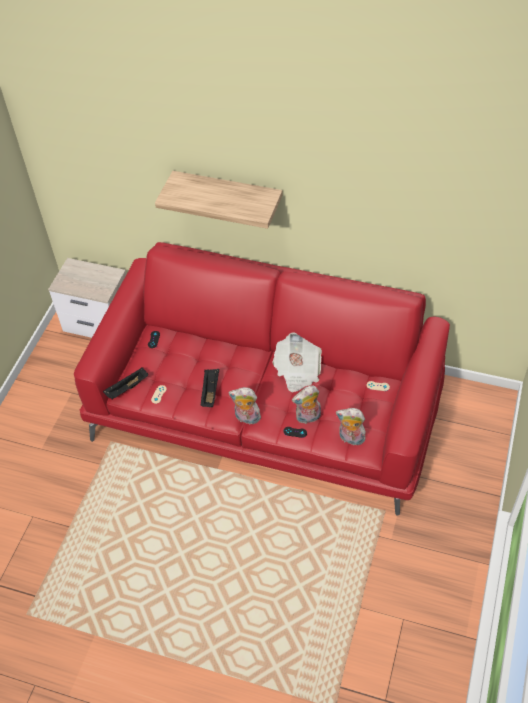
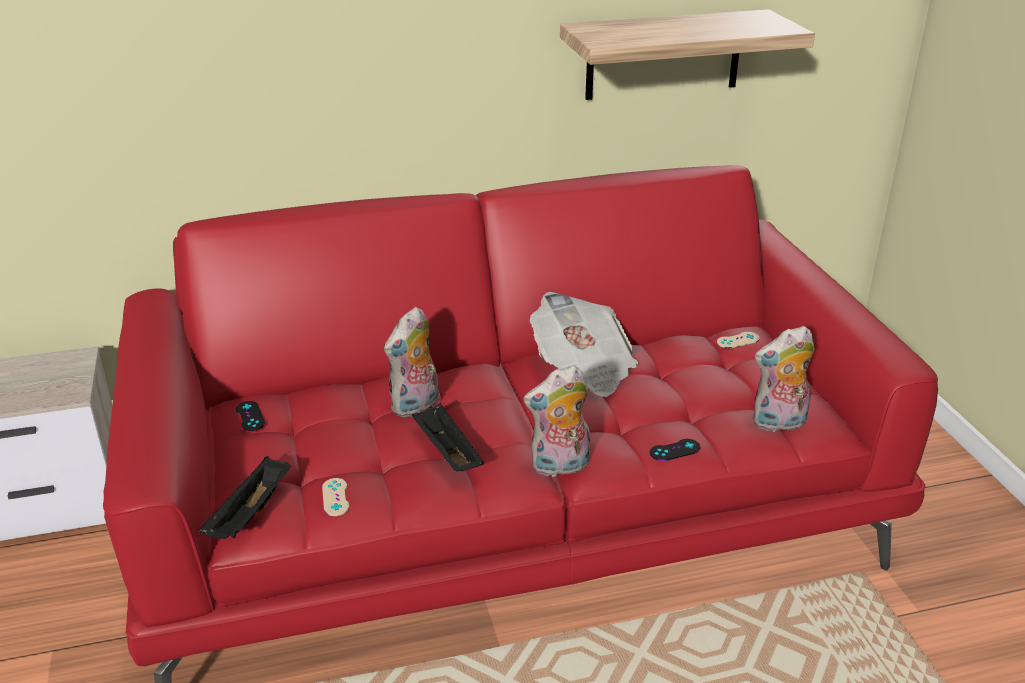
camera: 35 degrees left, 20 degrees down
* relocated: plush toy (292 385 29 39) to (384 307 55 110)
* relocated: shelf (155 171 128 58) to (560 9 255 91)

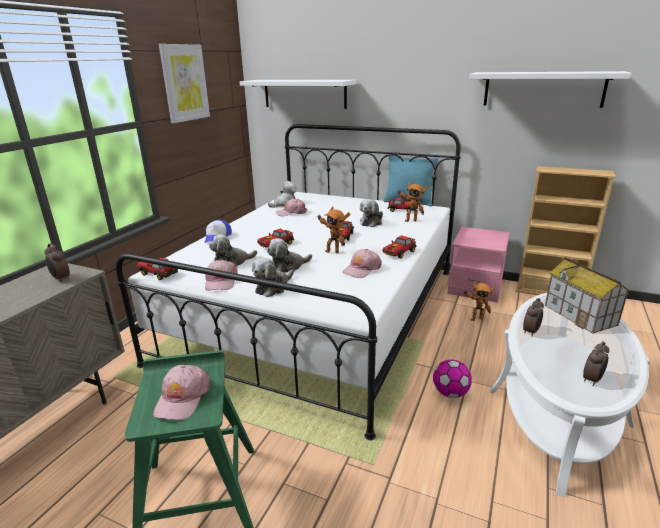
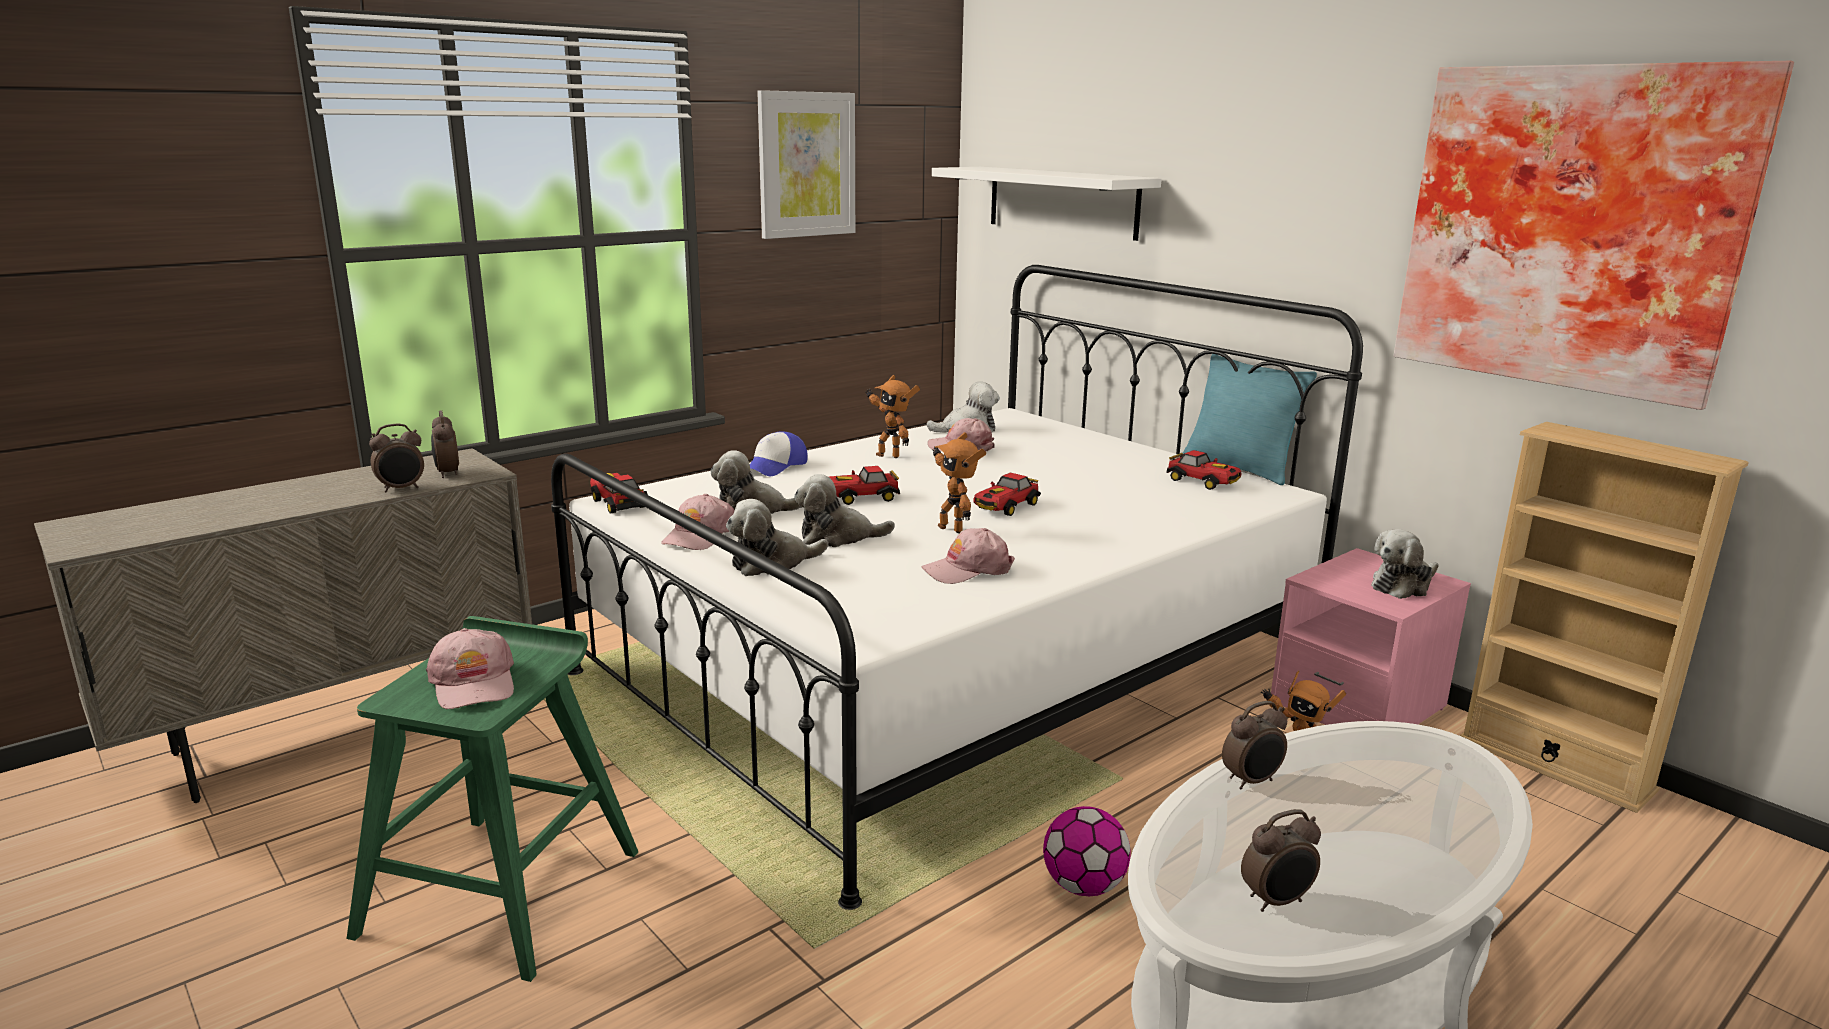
camera: 25 degrees right, 5 degrees down
* appeared: alarm clock (369 424 55 68)
* spun: pink cap (153 365 57 55) = (426 628 88 81) 60 degrees counterclockwise
* relocated: toy robot (398 182 30 40) to (865 375 55 83)
* relocated: plush toy (360 199 23 28) to (1371 529 68 70)
* exchanged: white shelf (469 71 163 37) to picture (1393 61 401 349)
* missing: toy car (383 235 34 24)
* missing: toy house (545 257 85 77)

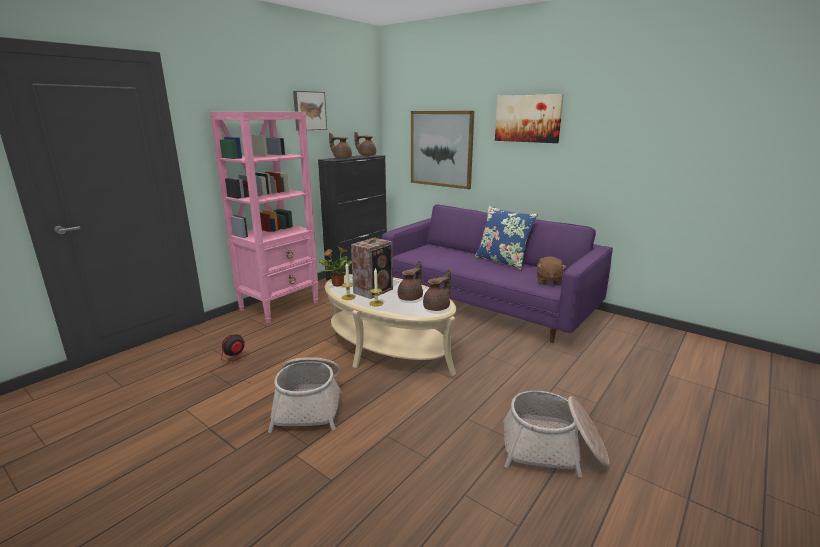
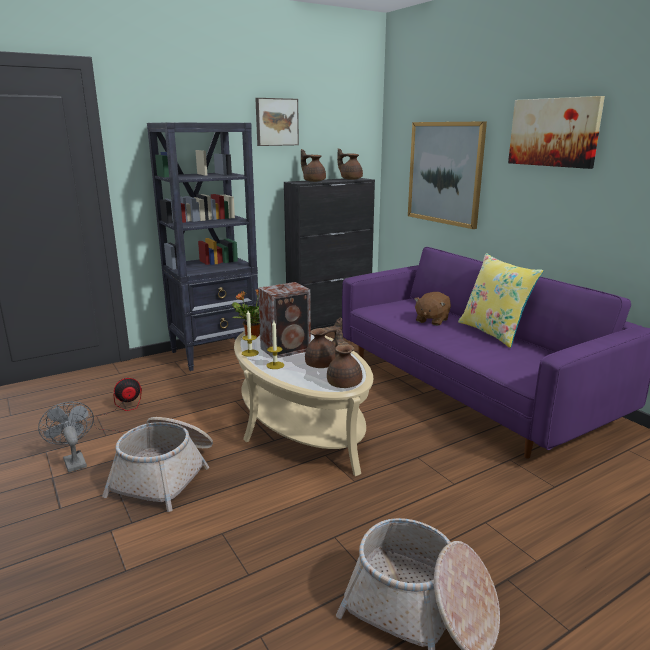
camera: 20 degrees right, 0 degrees up
* appeared: grey fan (38 402 56 71)
* colour: pink bookcase (210 112 108 211) to black bookcase (147 123 112 248)
* spun: brown teapot (423 269 28 42) = (327 329 35 59) 75 degrees counterclockwise
* relocated: brown plush toy (537 256 30 30) to (414 292 37 34)
* colour: blue pillow (474 206 64 64) to yellow pillow (458 253 86 95)

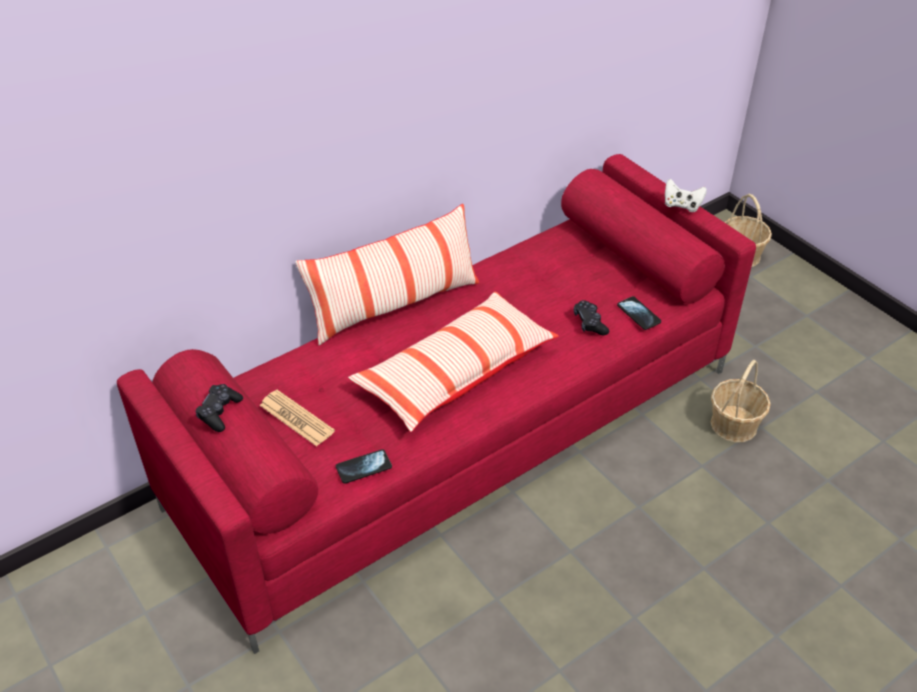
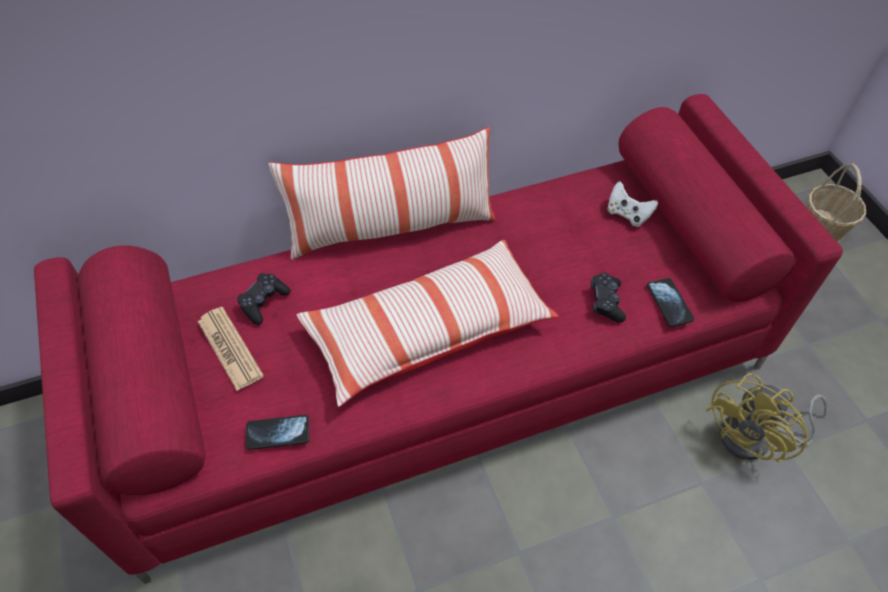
camera: 15 degrees right, 10 degrees up
* relocated: black game controller (195 384 48 48) to (237 273 54 52)
* relocated: white game controller (665 179 42 33) to (607 181 51 46)
* exchanged: basket (711 360 60 83) to yellow fan (705 373 123 89)

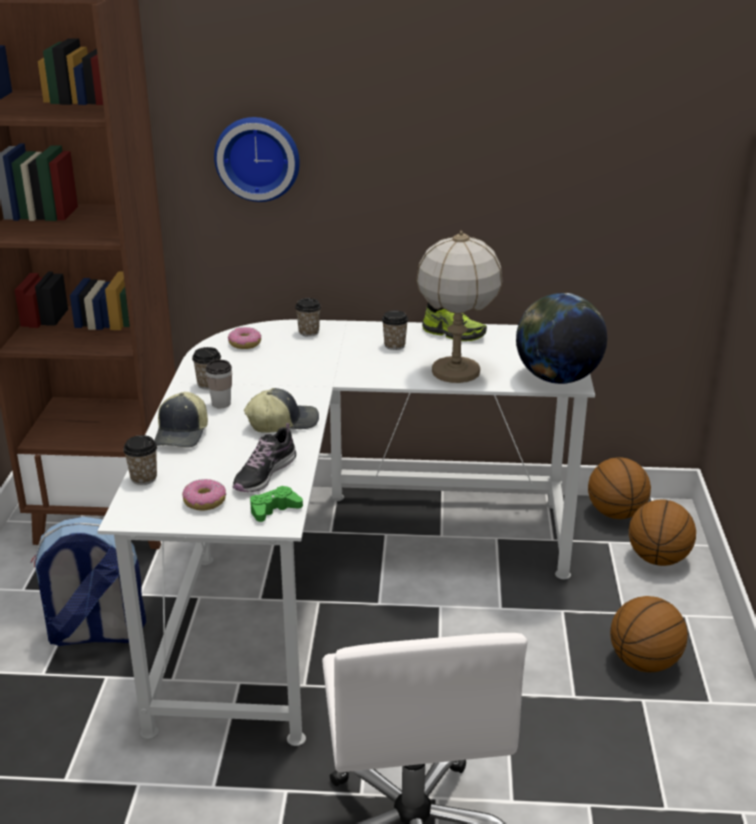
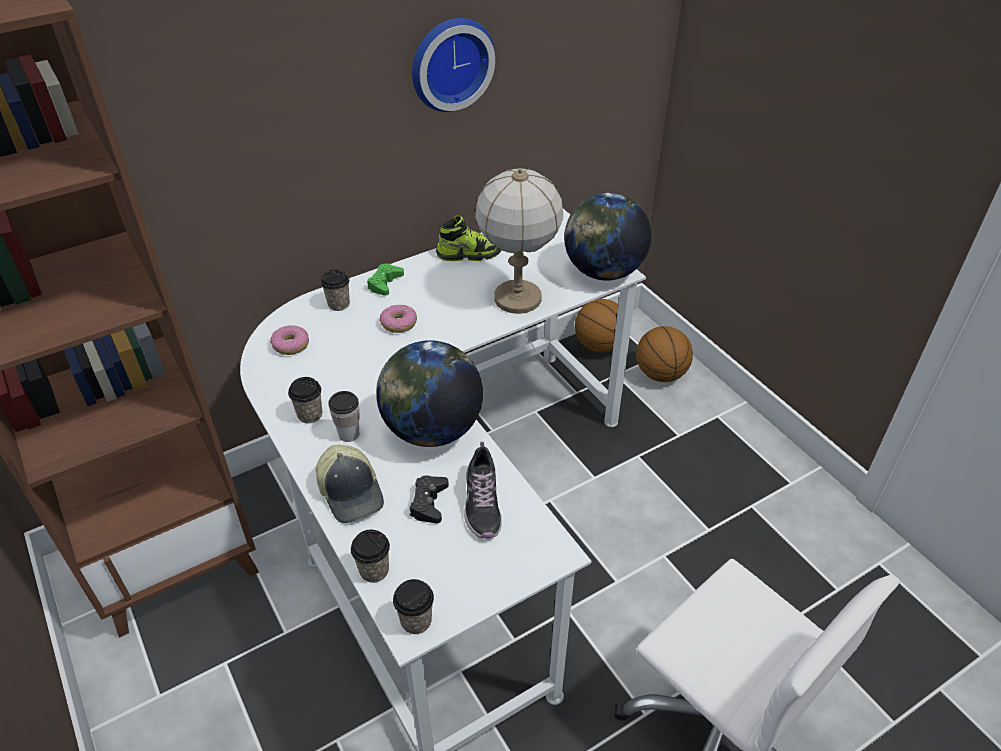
camera: 35 degrees left, 15 degrees up
* relocated: green game controller (250 486 53 36) to (367 263 37 33)
* exchanged: cap (244 388 75 45) to globe (376 340 107 107)
* relocated: donut (182 479 44 31) to (380 305 37 28)
* relocated: cup (382 310 26 40) to (393 579 41 55)
* appeared: black game controller (410 475 39 48)
* relocated: wall clock (214 117 86 85) to (412 18 83 94)
* missing: backpack (31 517 115 129)
* missing: basketball (610 596 78 76)

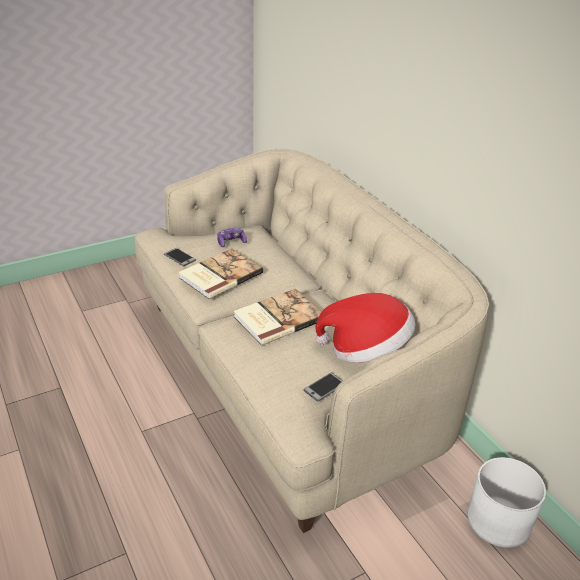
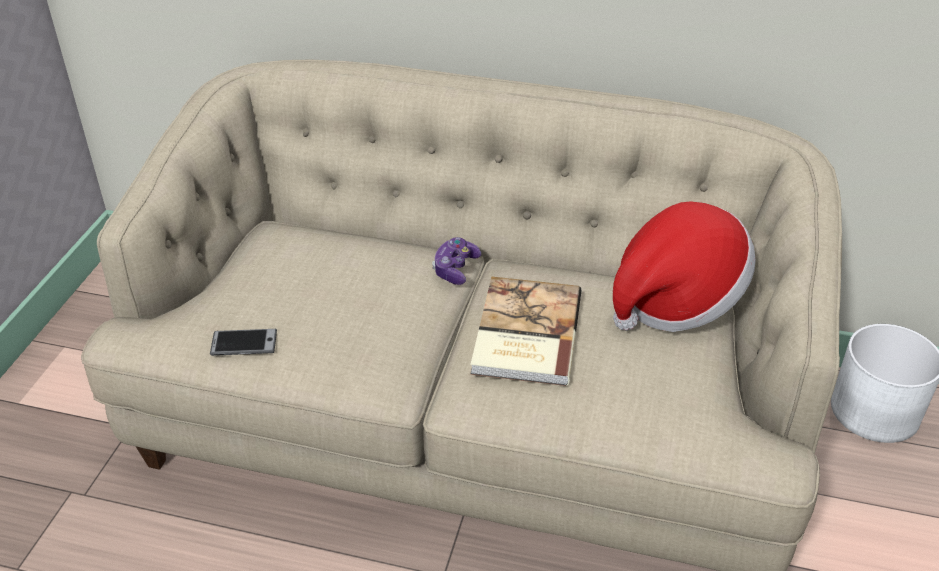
camera: 45 degrees left, 5 degrees up
* relocated: game controller (217 228 30 19) to (432 237 49 48)
* missing: book (179 248 84 51)
* missing: phone (303 372 40 30)

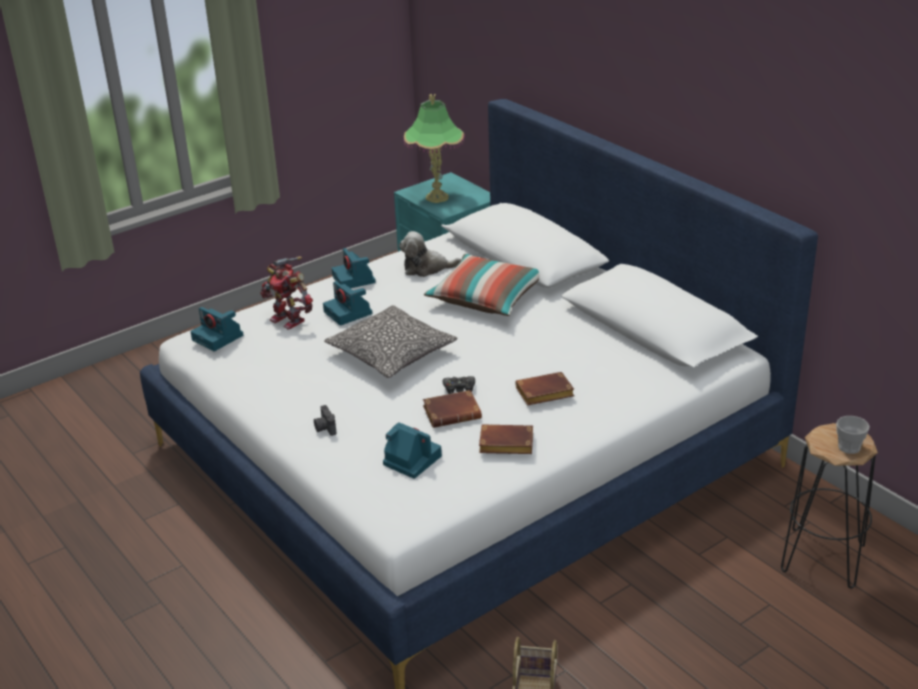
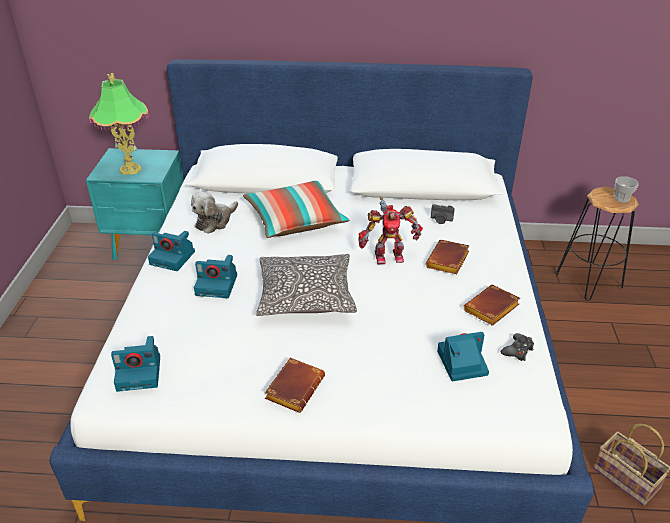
camera: 50 degrees left, 5 degrees up
* relocated: brown book (423 390 59 38) to (265 358 60 55)
* relocated: toy robot (260 256 53 74) to (358 196 65 68)
* relocated: photo camera (314 405 23 31) to (431 204 24 20)
* relocated: black game controller (443 376 32 18) to (501 333 33 28)

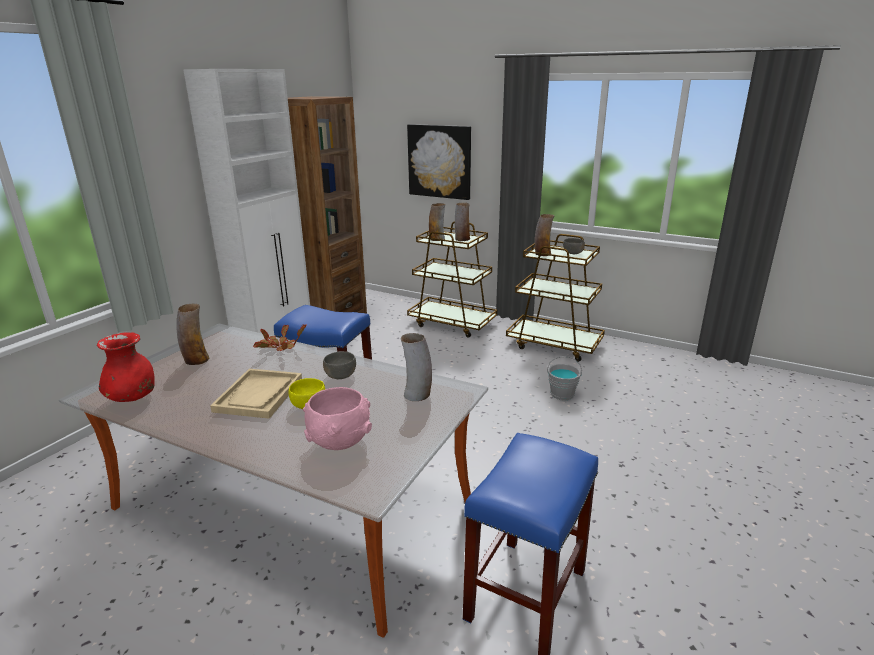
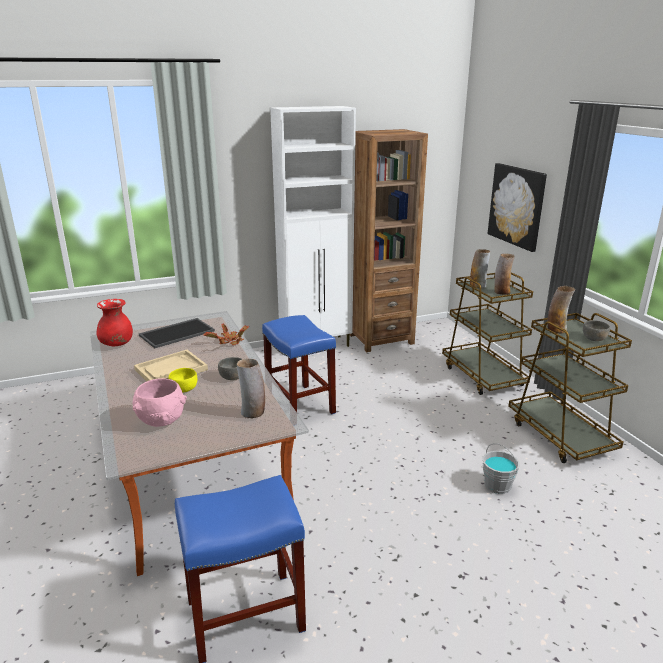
camera: 40 degrees right, 0 degrees up
* exchanged: vase (176 303 33 62) to tray (139 318 76 30)

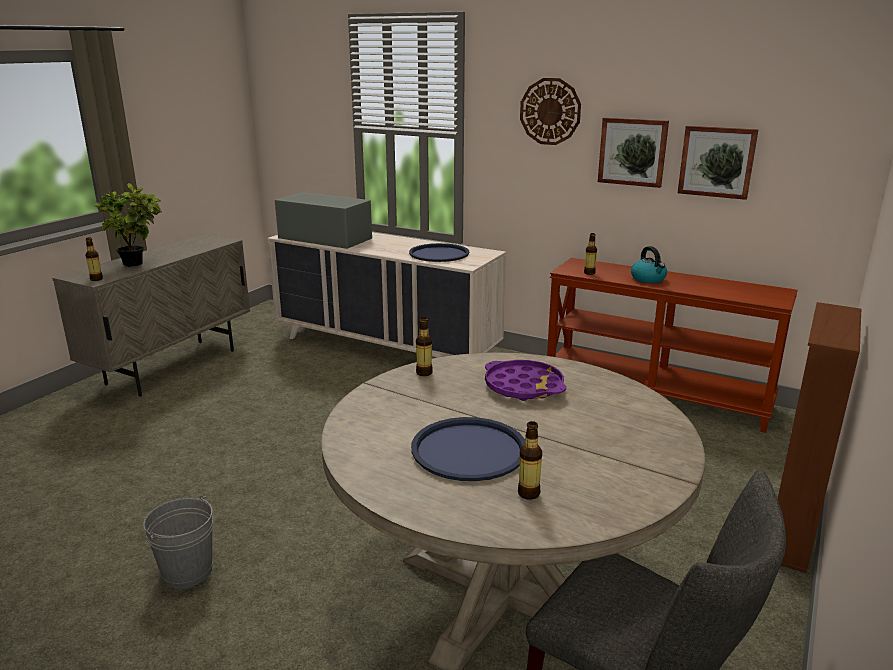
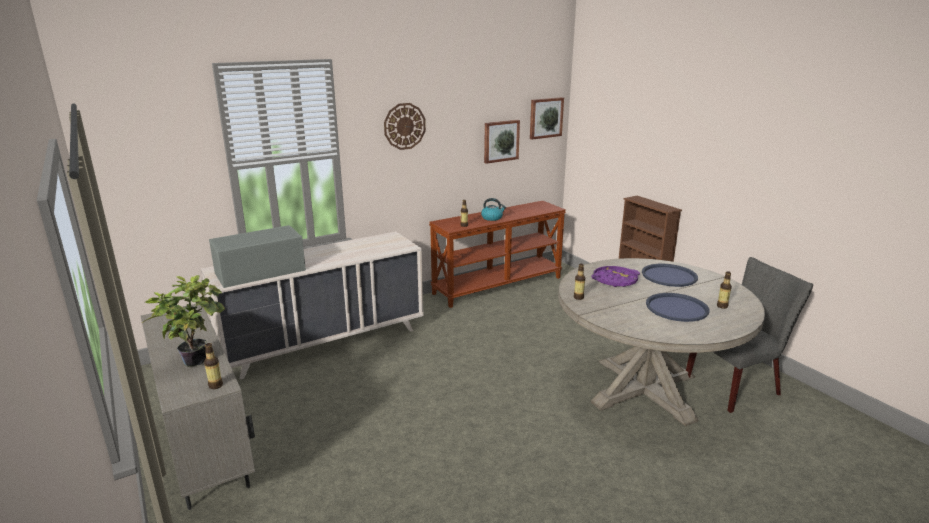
camera: 60 degrees left, 0 degrees up
* relocated: picture (598 117 71 71) to (530 97 34 43)
* relocated: blue tray (409 243 61 19) to (642 264 56 23)
* missing: grey bucket (143 495 70 93)

